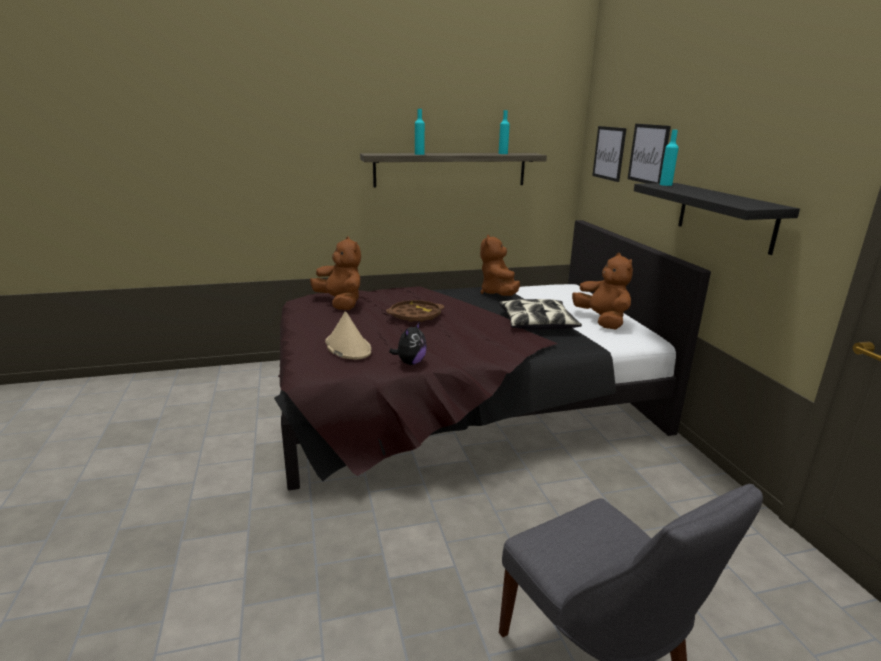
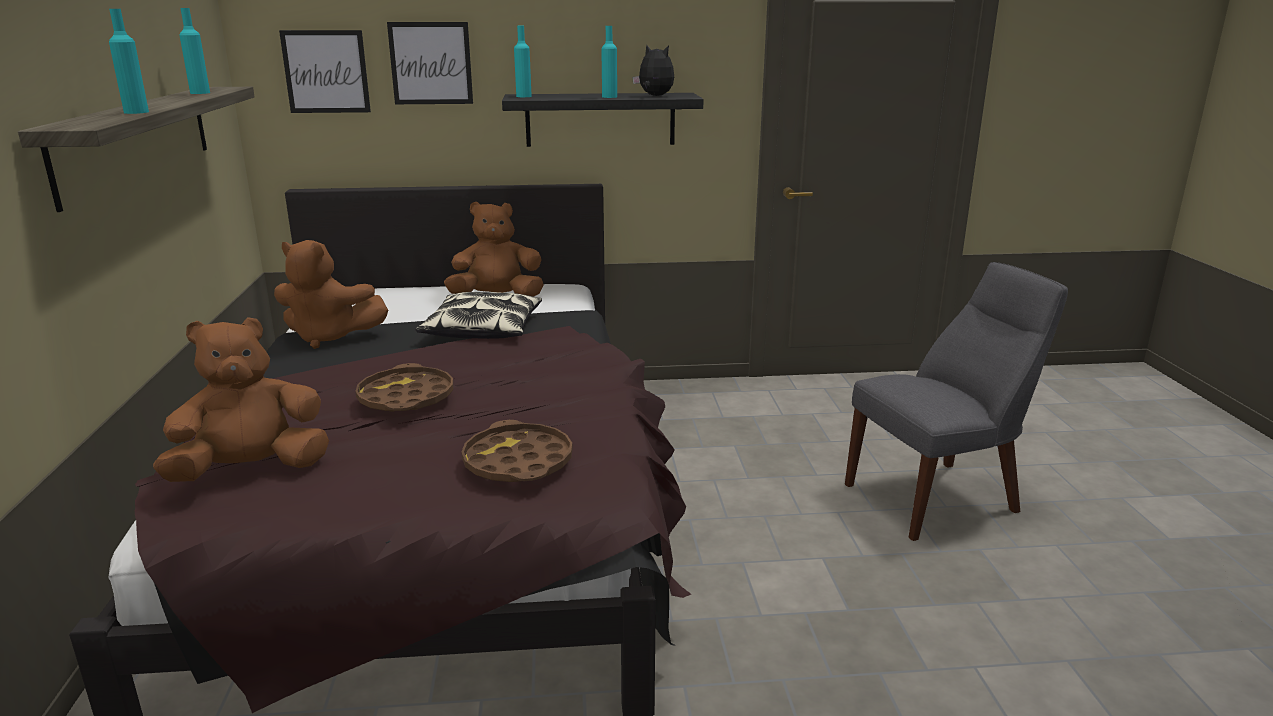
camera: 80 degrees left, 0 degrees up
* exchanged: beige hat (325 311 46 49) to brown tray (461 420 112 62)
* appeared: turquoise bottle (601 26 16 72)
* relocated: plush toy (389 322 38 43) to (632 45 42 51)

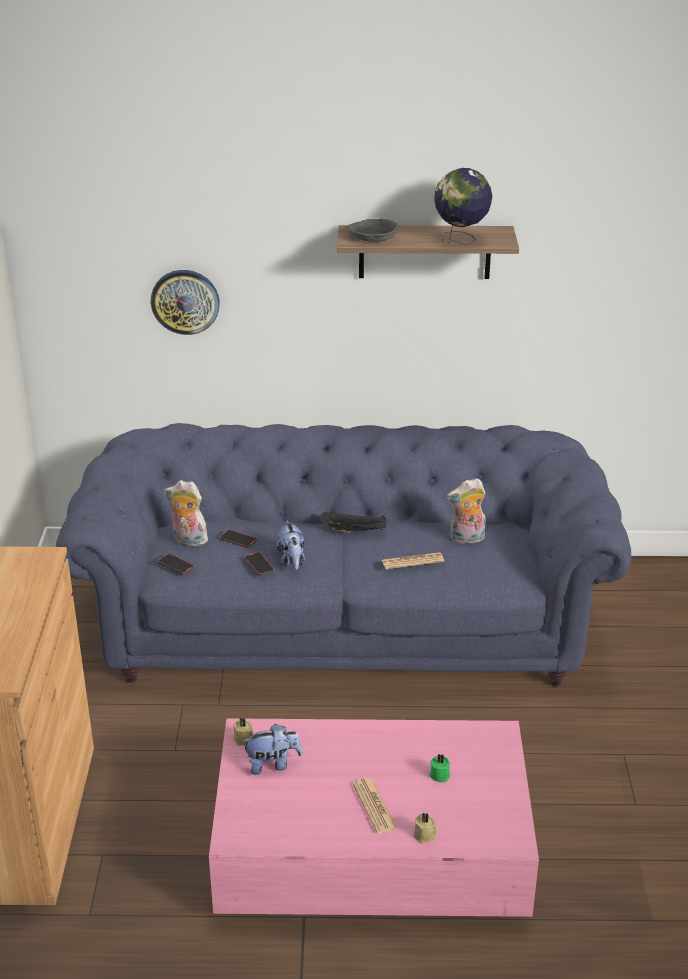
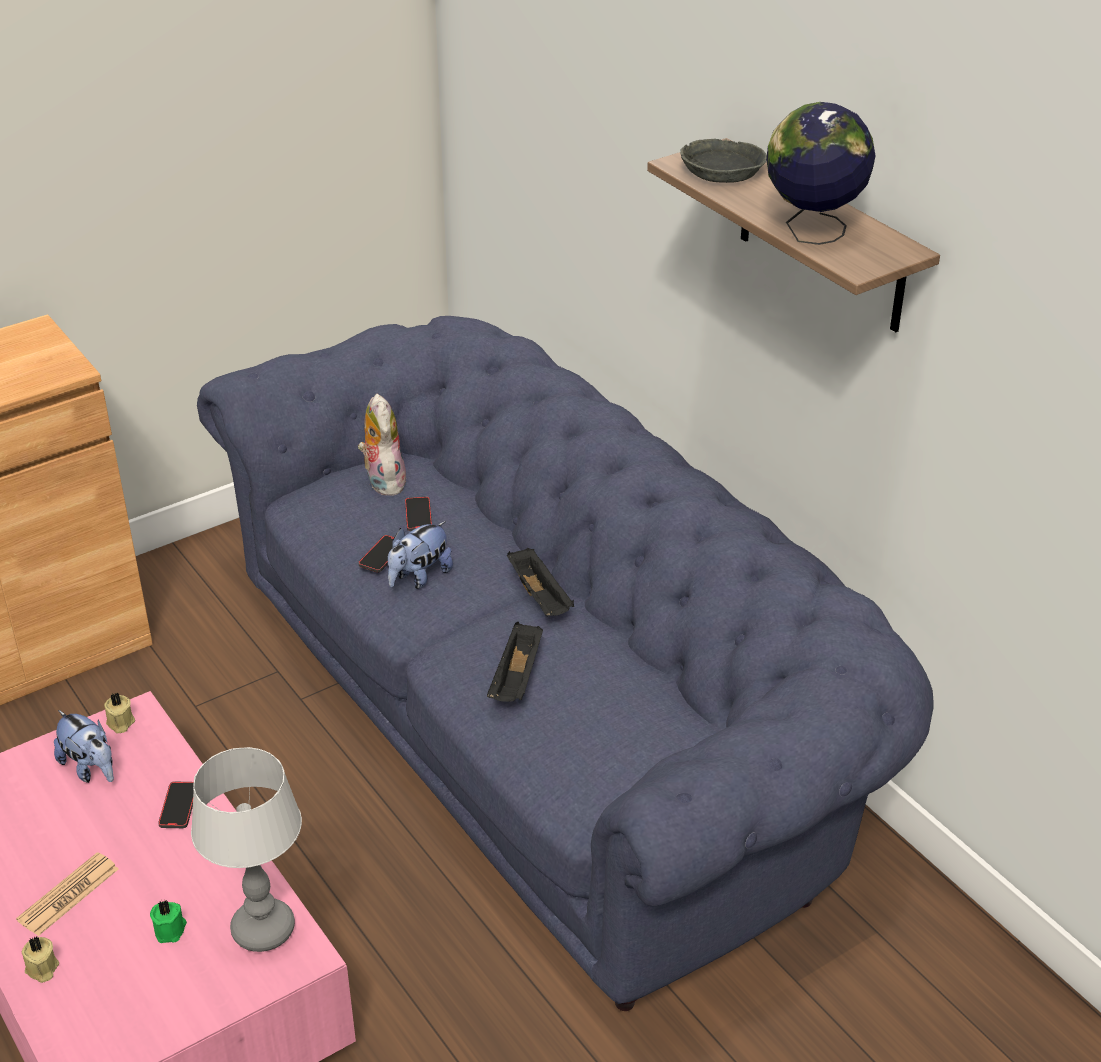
camera: 55 degrees right, 5 degrees up
* relocated: phone (158 554 36 21) to (158 781 36 47)
* appeared: table lamp (191 747 111 205)
* exchanged: newspaper (382 552 62 17) to black tray (487 622 56 80)
* missing: wall clock (151 270 69 65)
* missing: plush toy (446 478 40 66)

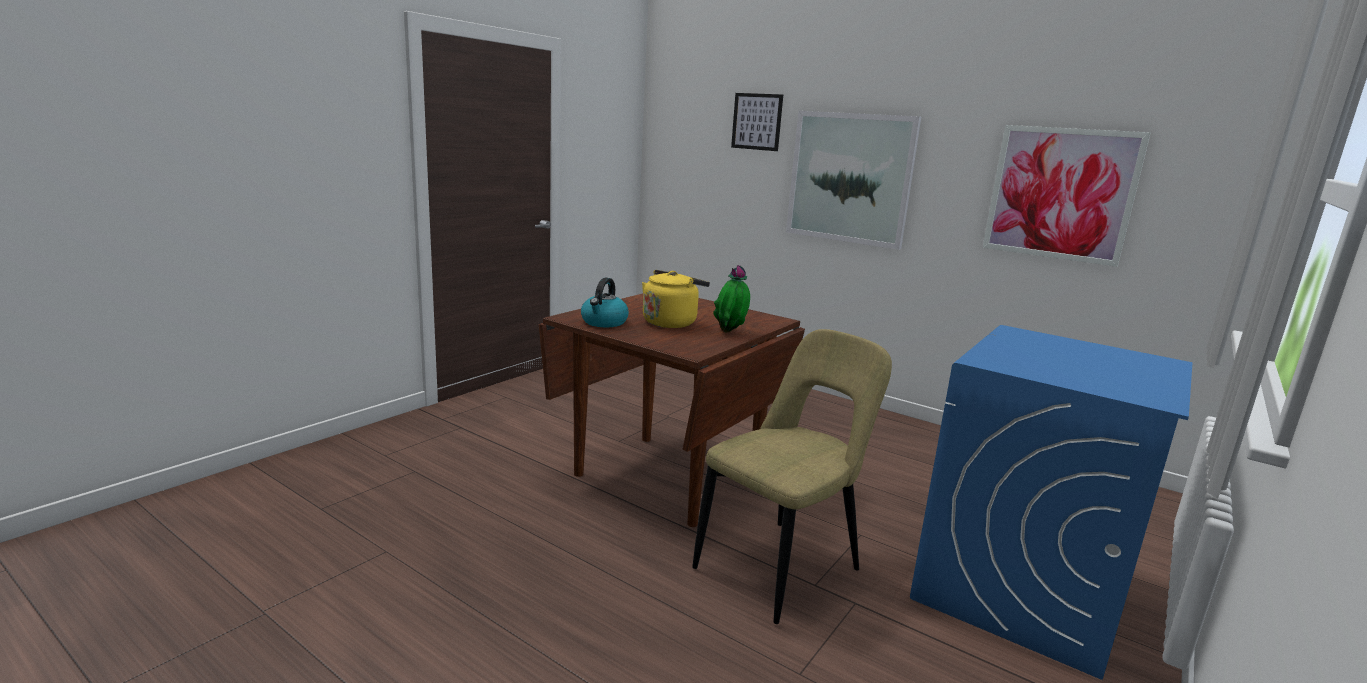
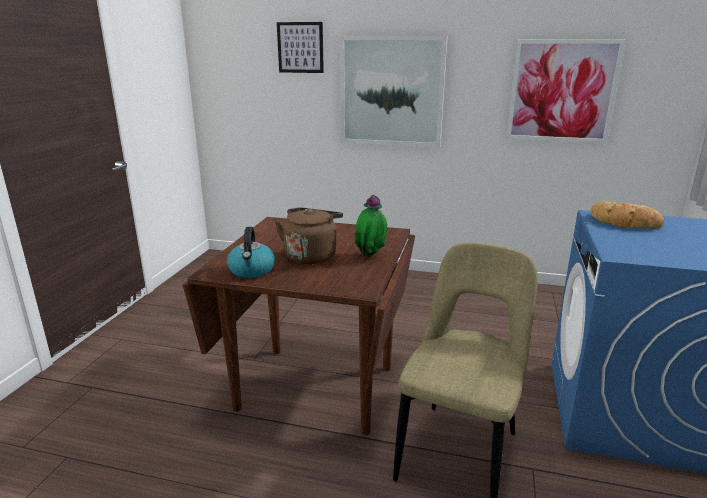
camera: 20 degrees left, 5 degrees up
* colour: yellow kettle (642 270 68 58) to brown kettle (275 208 68 56)
* appeared: bread (590 201 74 28)

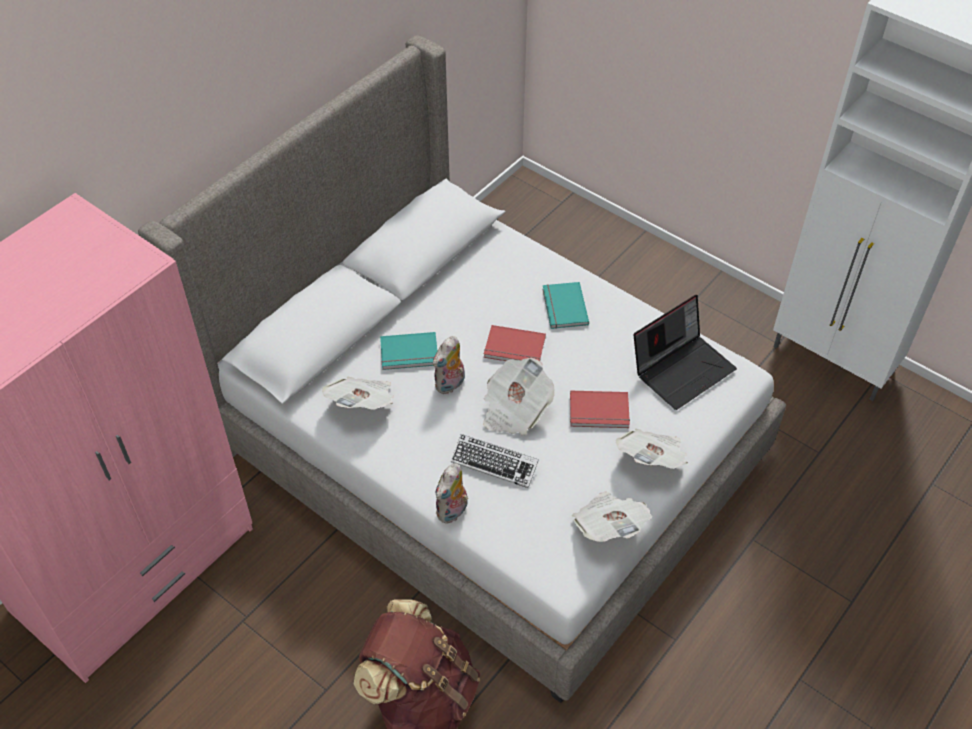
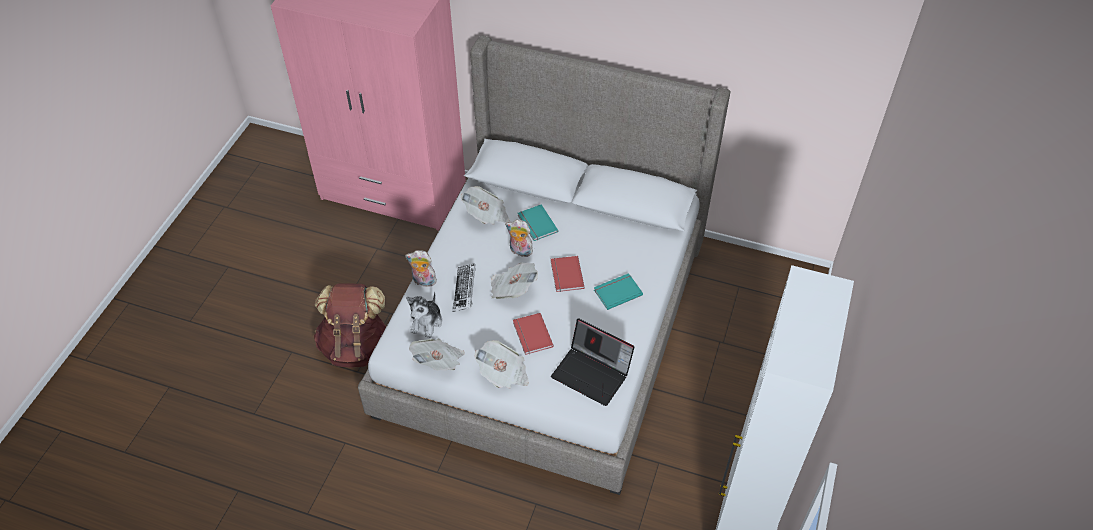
camera: 70 degrees right, 0 degrees up
* appeared: plush toy (406 292 36 46)

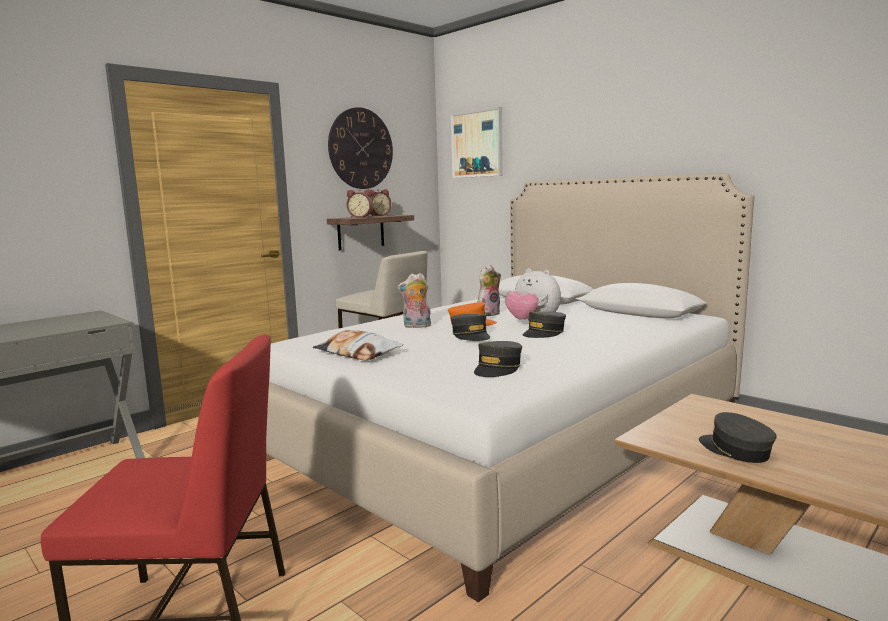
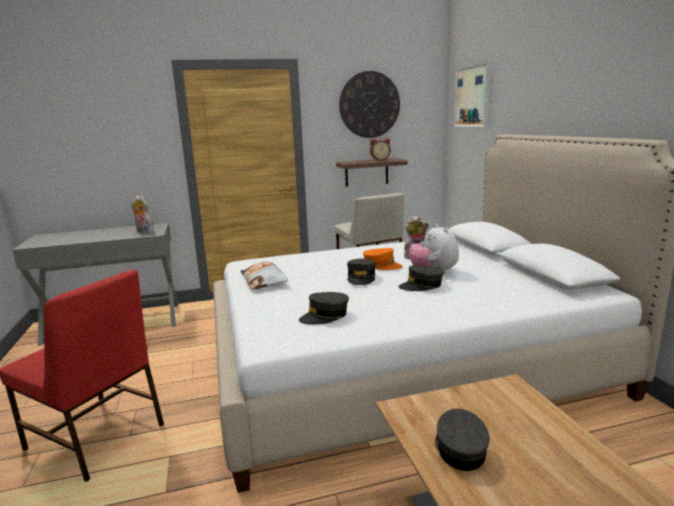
camera: 30 degrees right, 5 degrees up
* relocated: plush toy (397 273 34 55) to (131 196 23 37)
* missing: alarm clock (347 189 27 29)

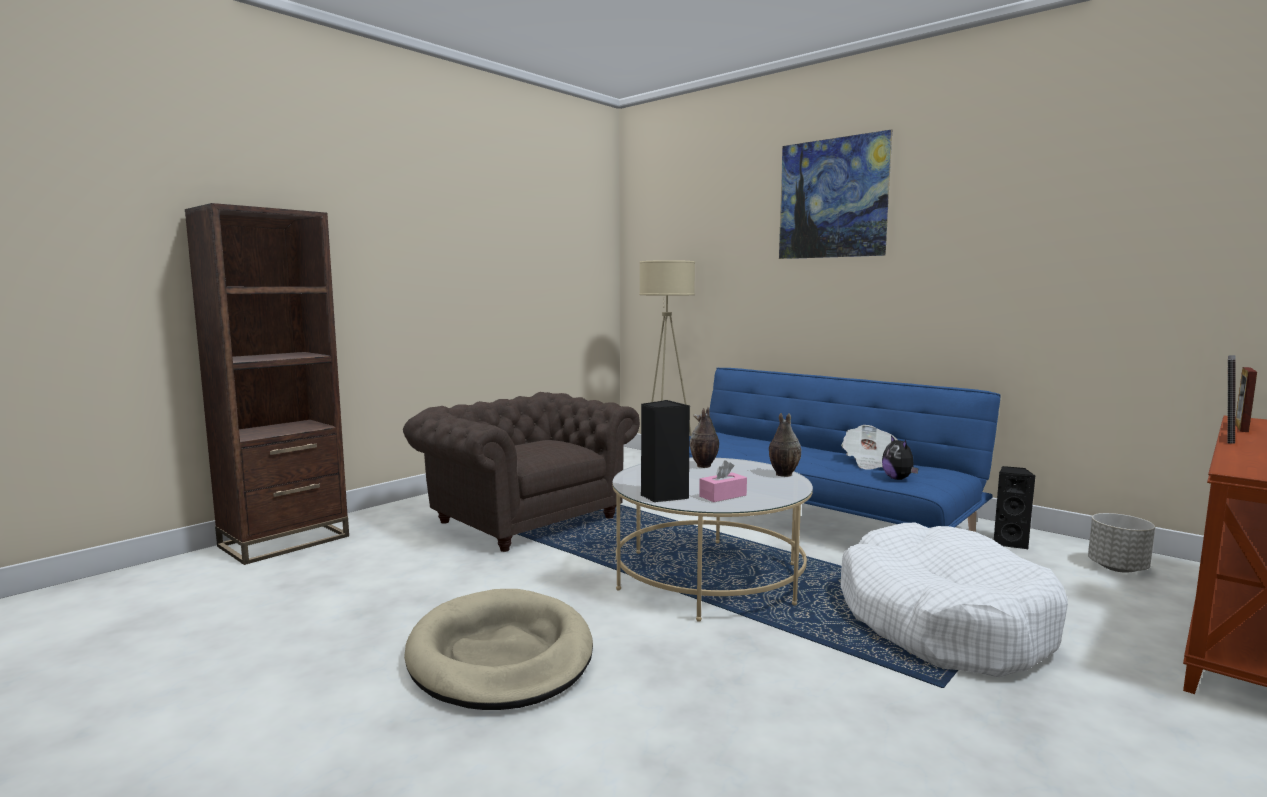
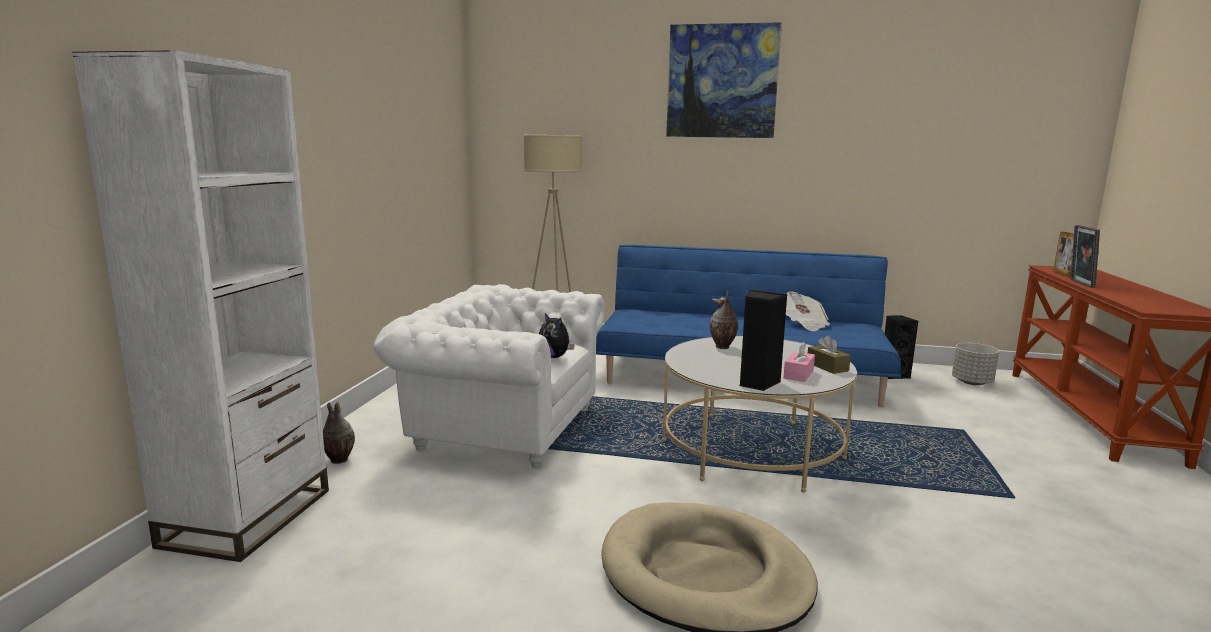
camera: 30 degrees left, 5 degrees up
* colour: brown bookcase (185 203 164 362) to white bookcase (72 50 257 512)
* relocated: vase (769 413 32 64) to (323 402 32 62)
* colour: brown armchair (403 392 237 160) to white armchair (373 284 232 184)
* relocated: plush toy (882 435 37 45) to (539 313 36 45)
* appeared: brown tissue box (808 335 43 39)
* missing: white dog bed (841 523 227 154)

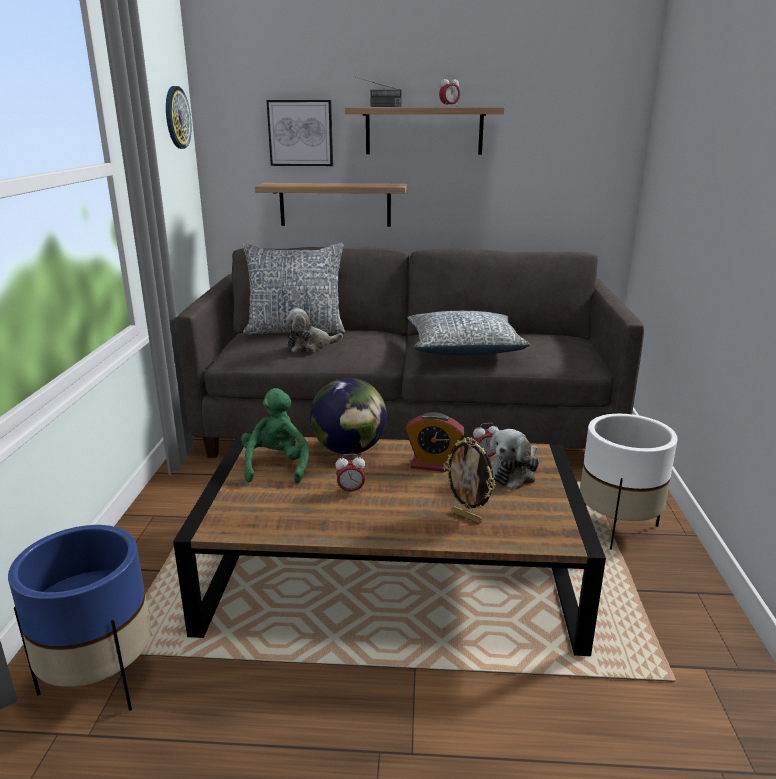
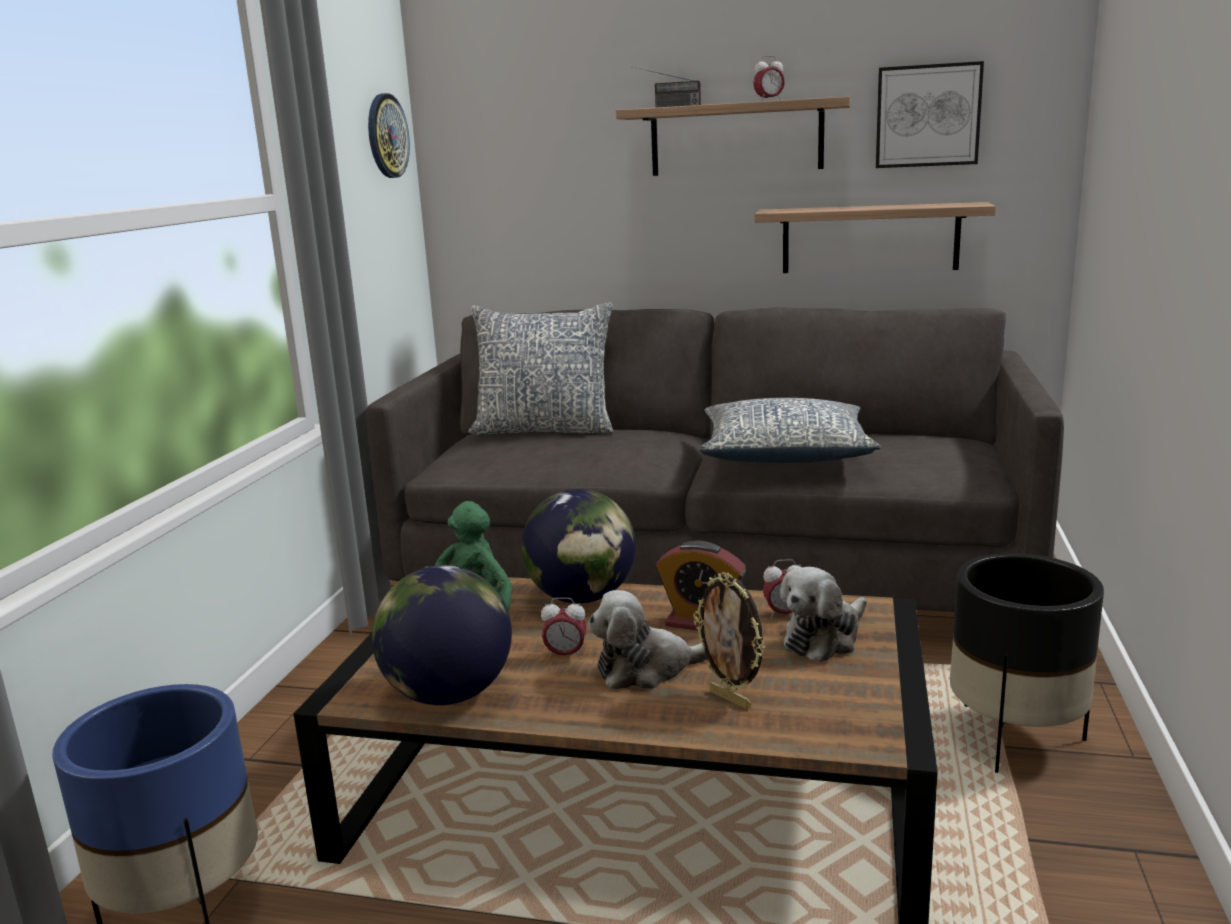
camera: 10 degrees right, 5 degrees down
* appeared: globe (372 565 140 140)
* relocated: plush toy (283 308 60 45) to (588 590 121 99)
* relocated: shelf (255 183 152 44) to (754 202 242 71)
* relocated: picture (267 100 66 66) to (876 61 108 107)
* colour: white planter (580 414 98 136) to black planter (950 553 154 220)

